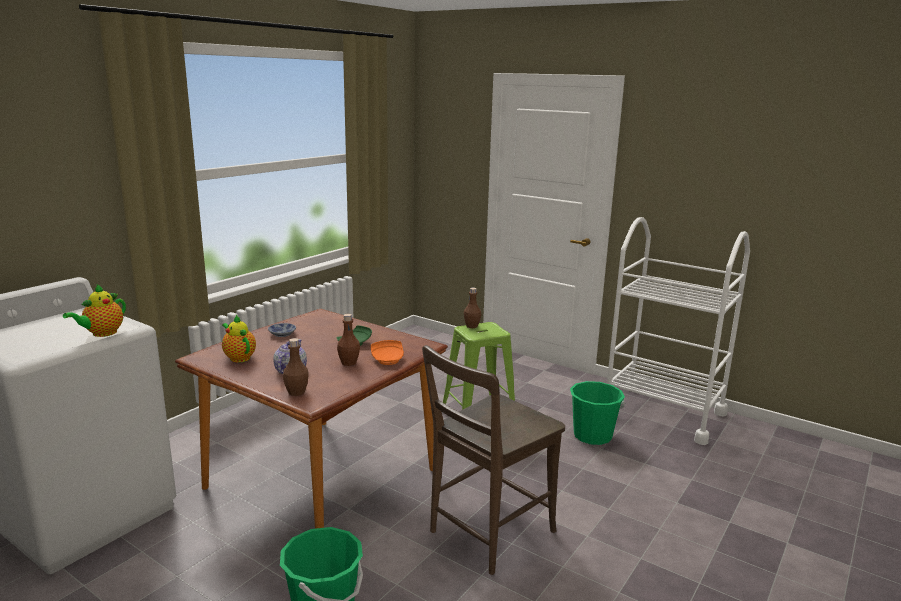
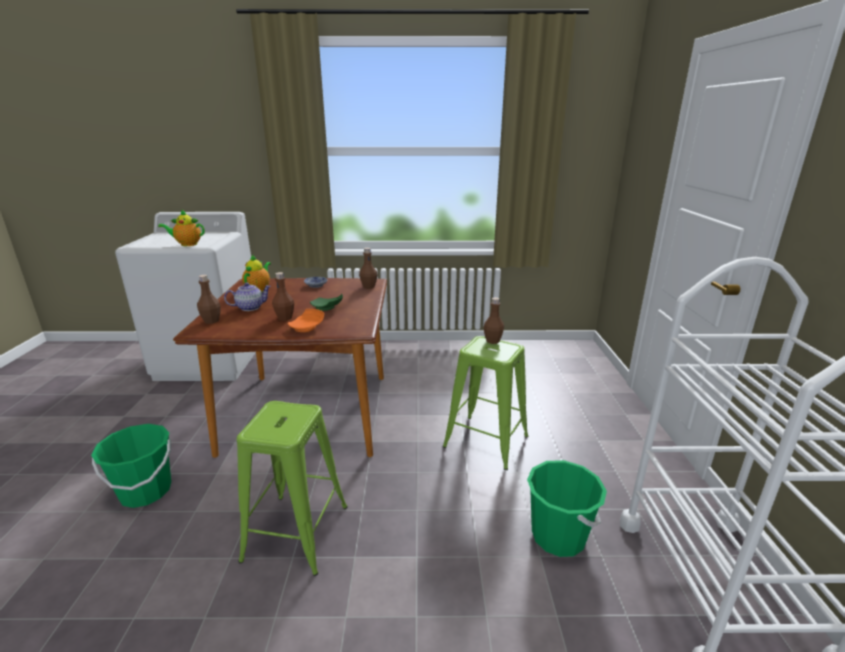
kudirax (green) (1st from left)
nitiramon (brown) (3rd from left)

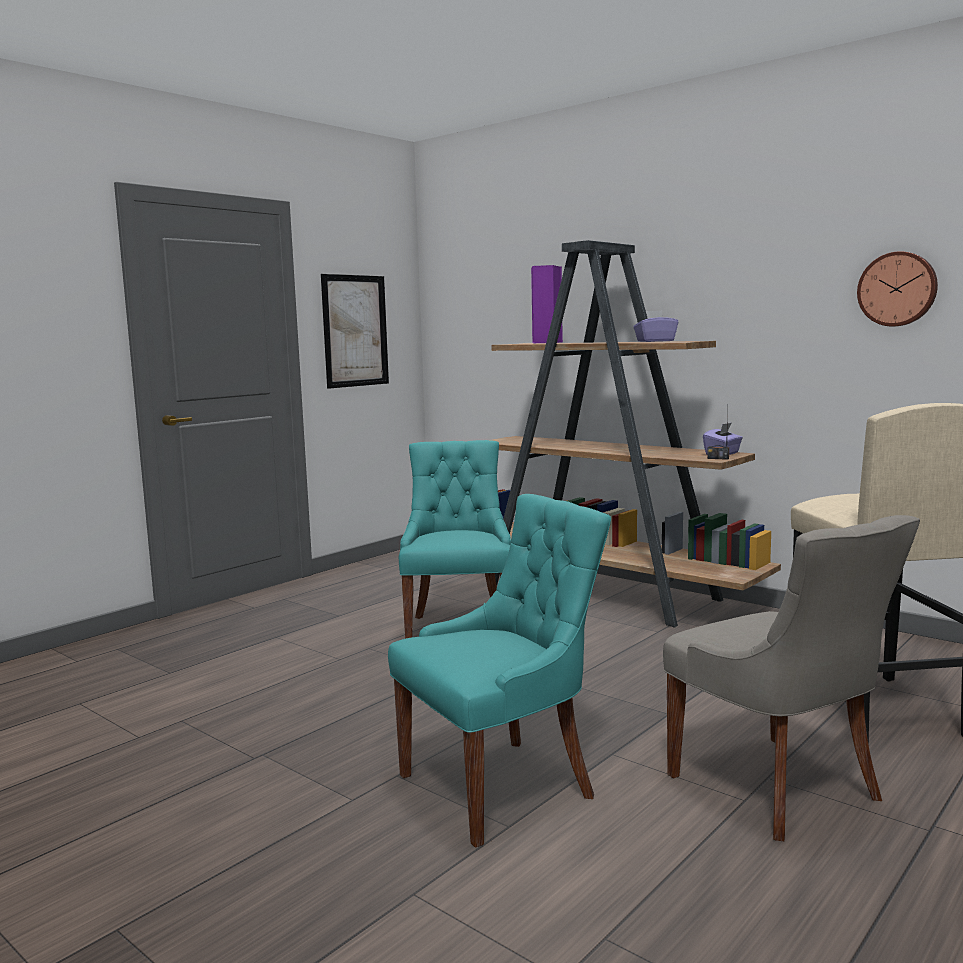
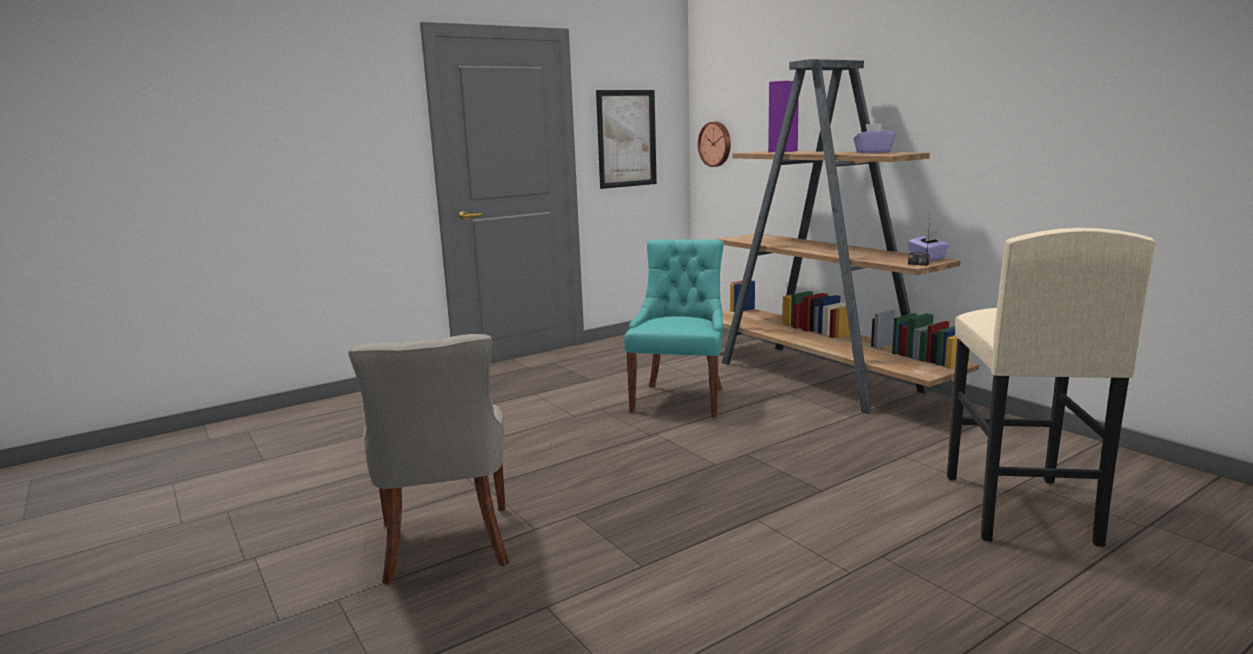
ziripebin
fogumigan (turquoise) (2nd from left in the first image)
fogumigan (grey)

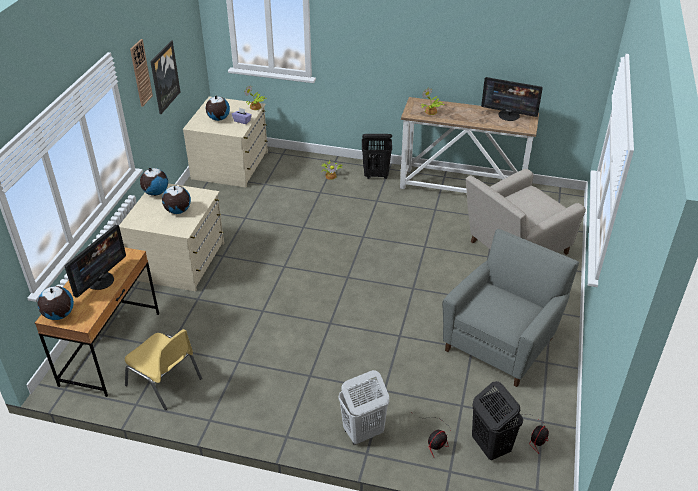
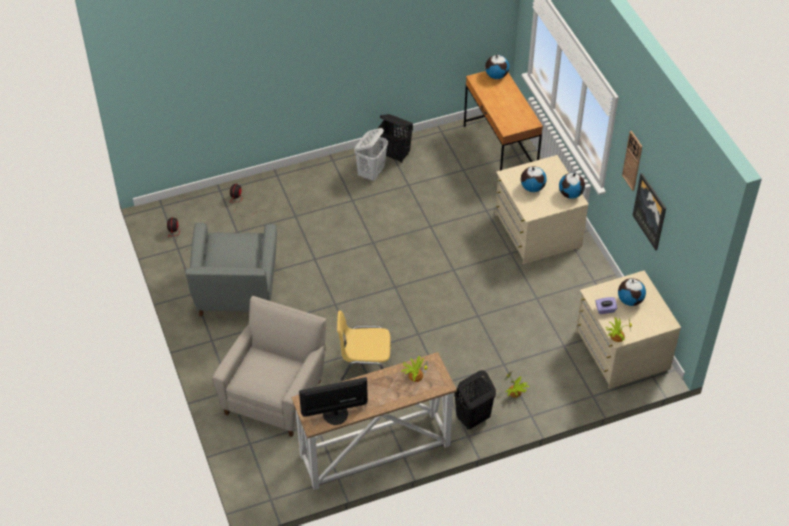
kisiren (1st from left in the first image)
fogumigan (yellow)
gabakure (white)
gabakure (black) (1st from left)

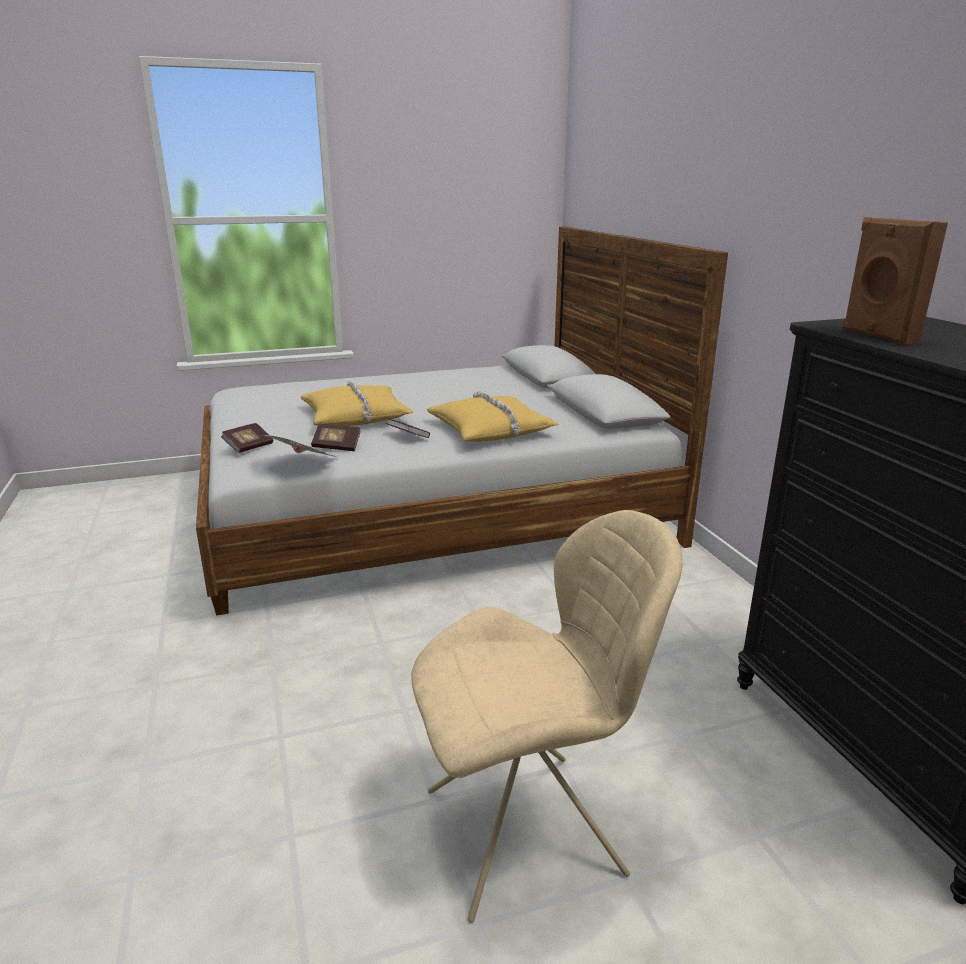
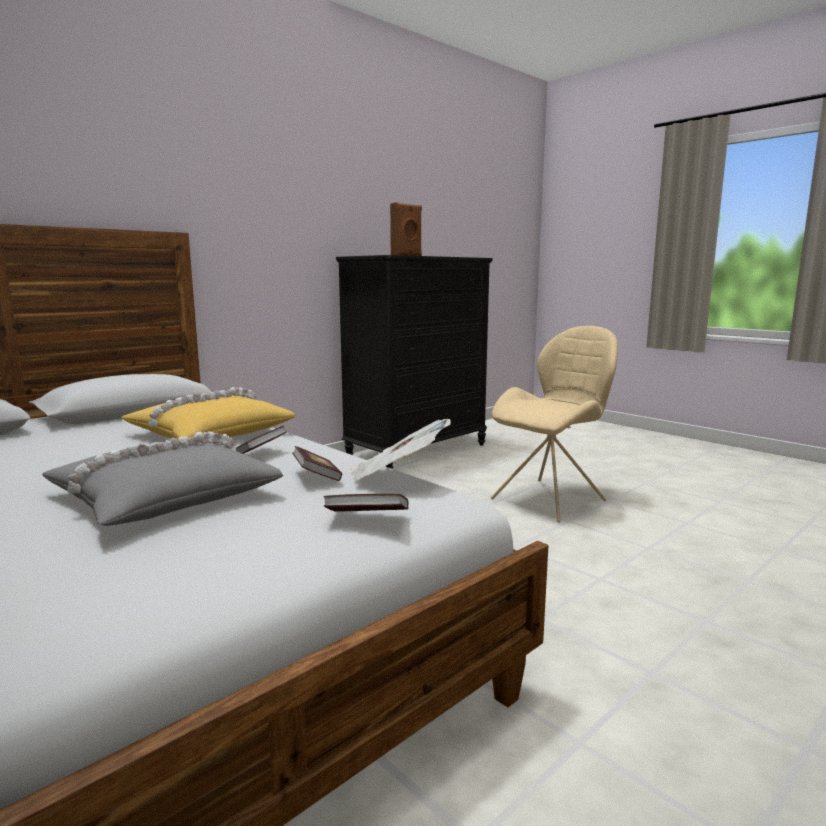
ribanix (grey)
fogumigan (beige)

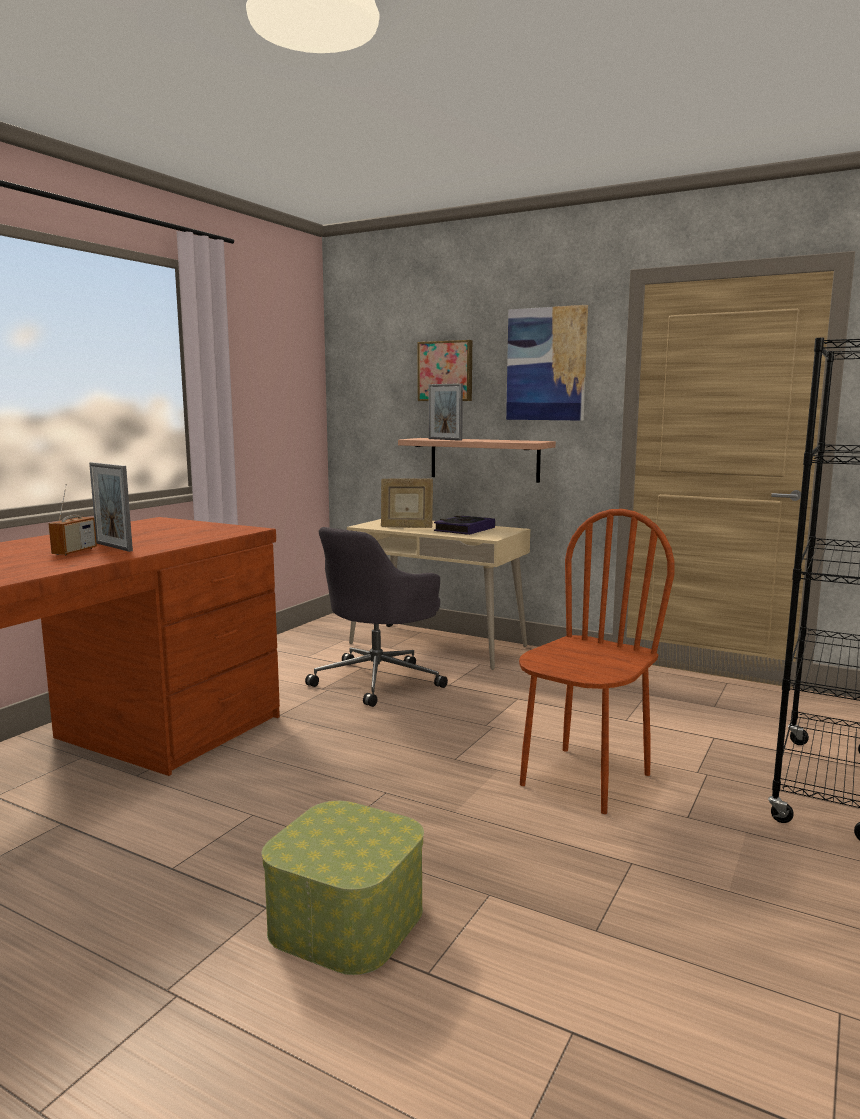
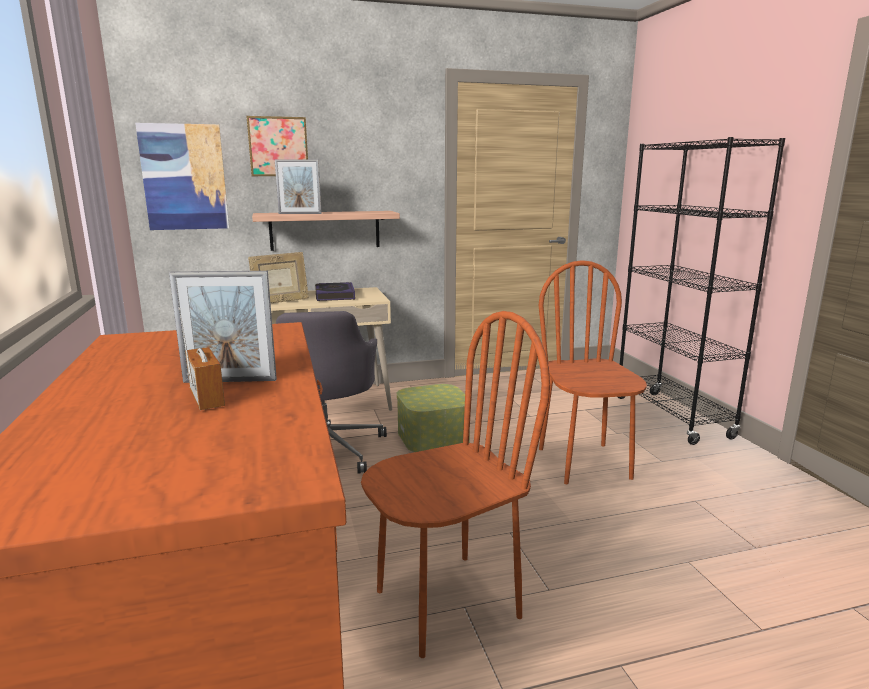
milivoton (1st from left)
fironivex
fogumigan (brown) (1st from left)

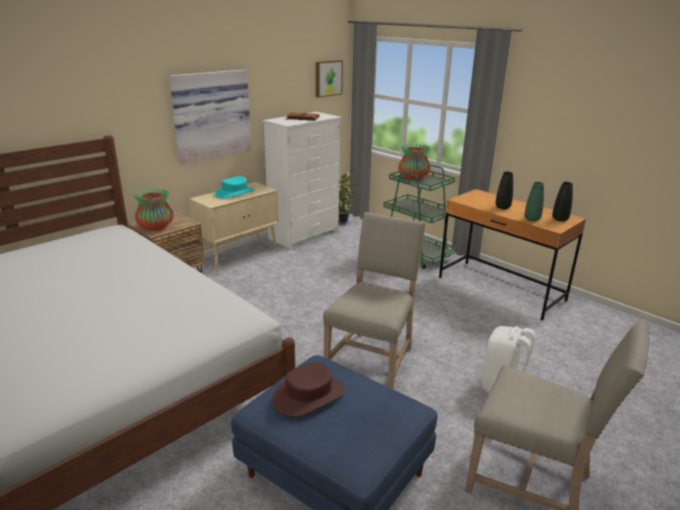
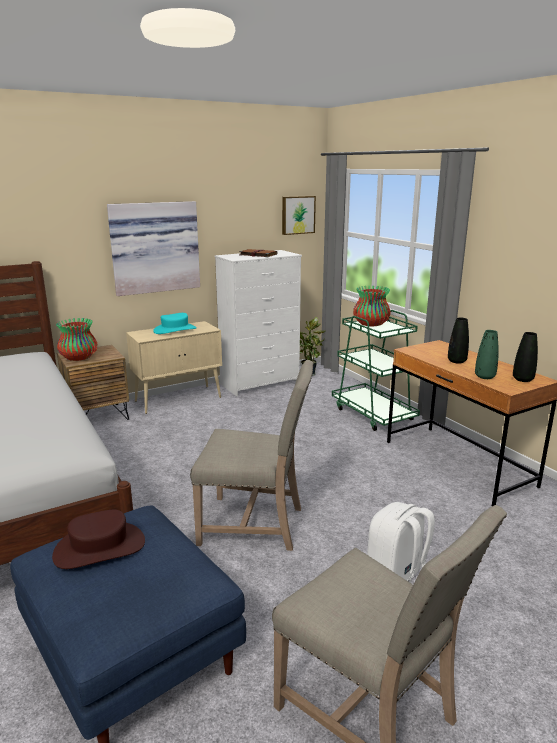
fogumigan (beige) (1st from left)

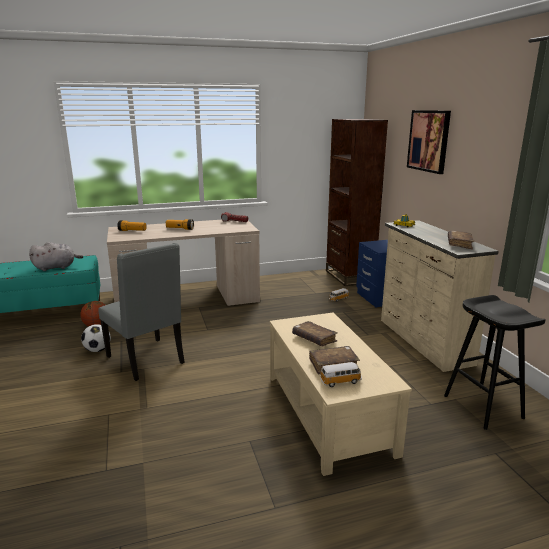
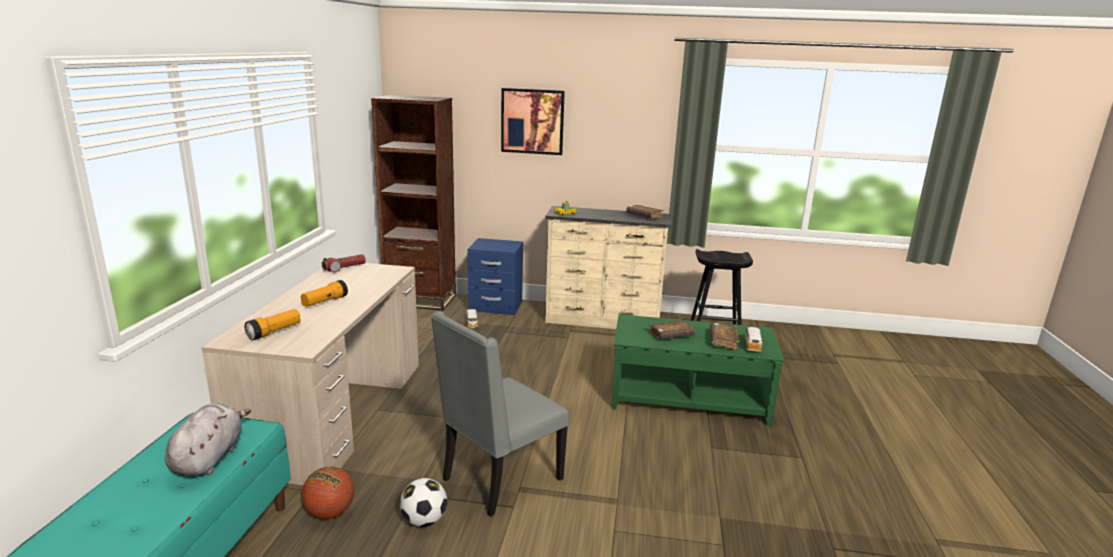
fogumigan (grey)
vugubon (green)

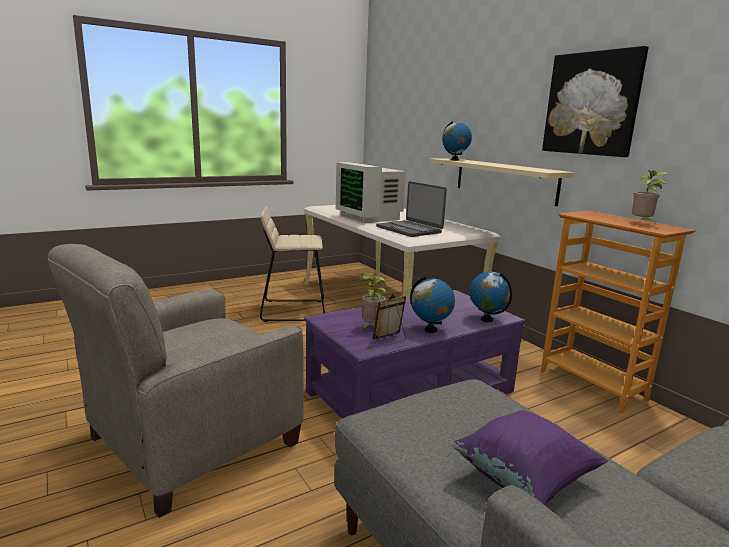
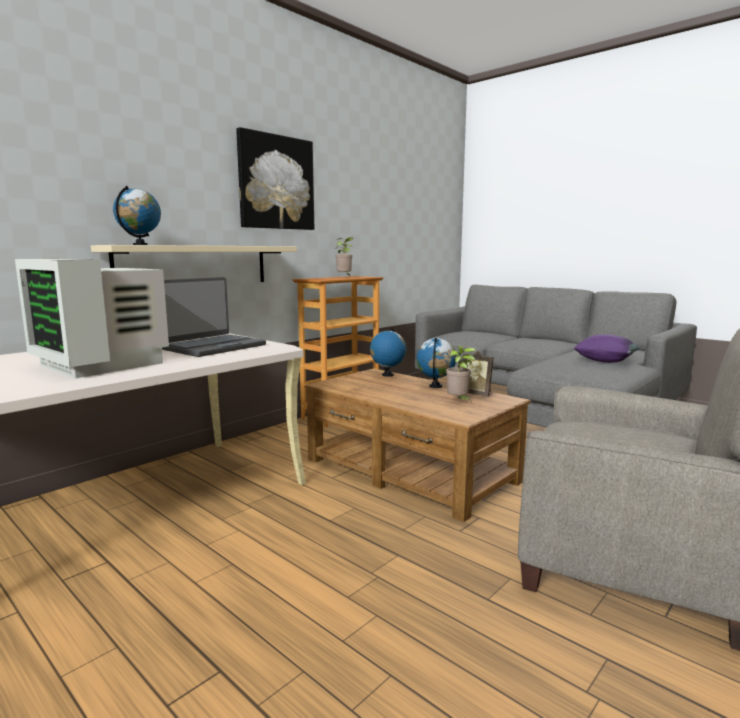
kisiren
kudirax (beige)
vugubon (brown)

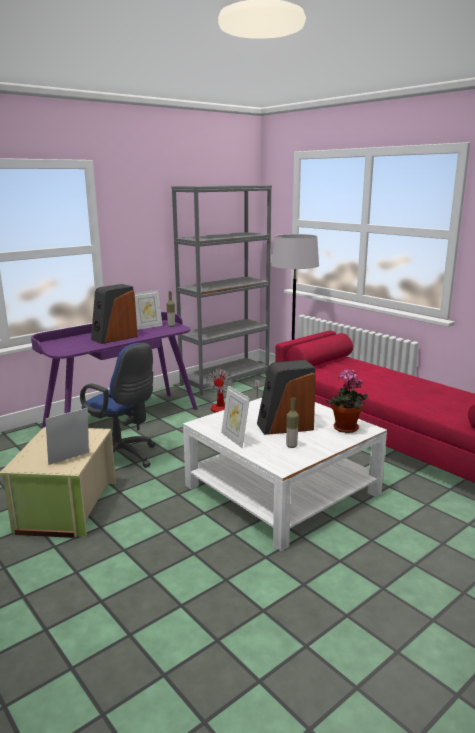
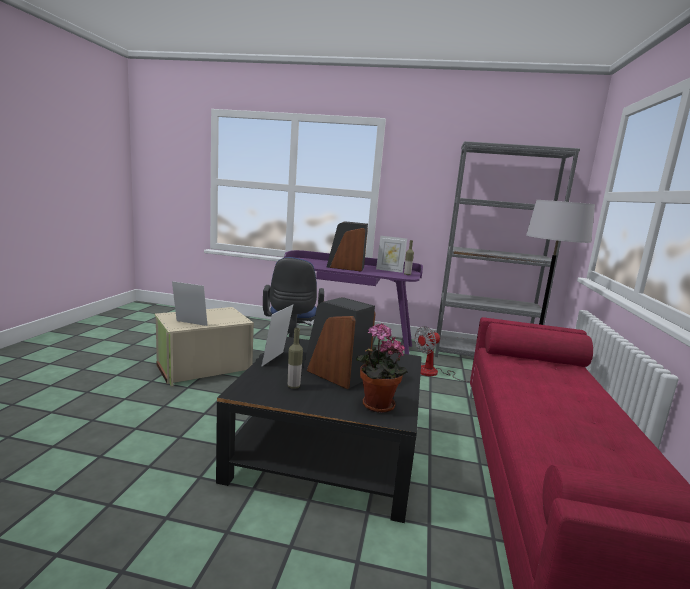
vugubon (black)

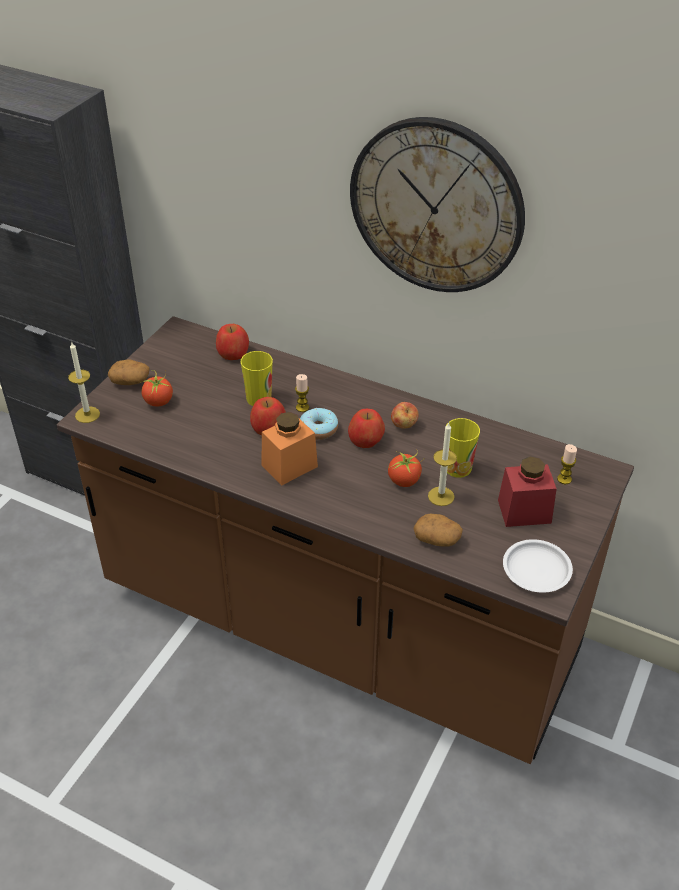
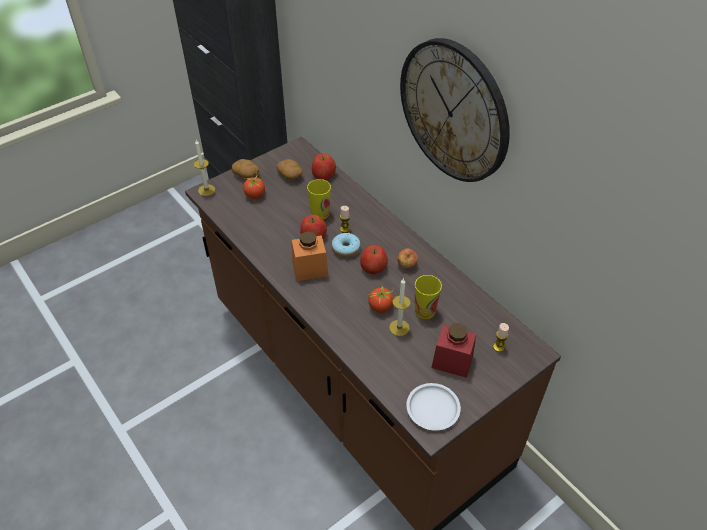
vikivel (2nd from left)

